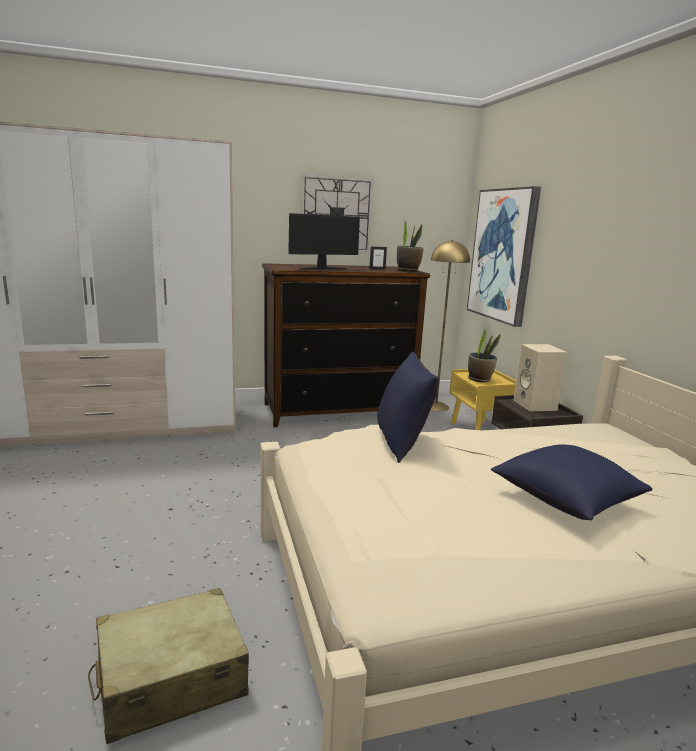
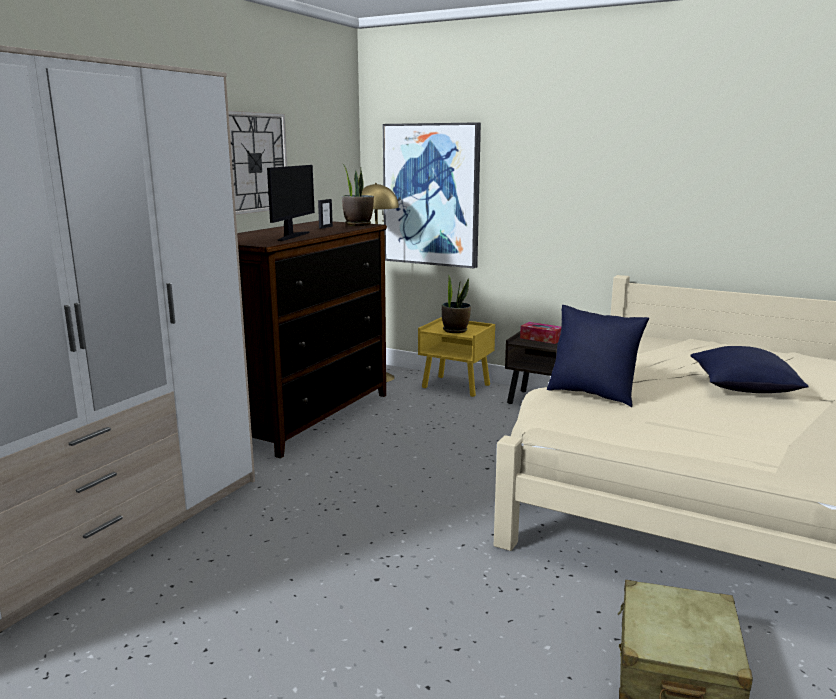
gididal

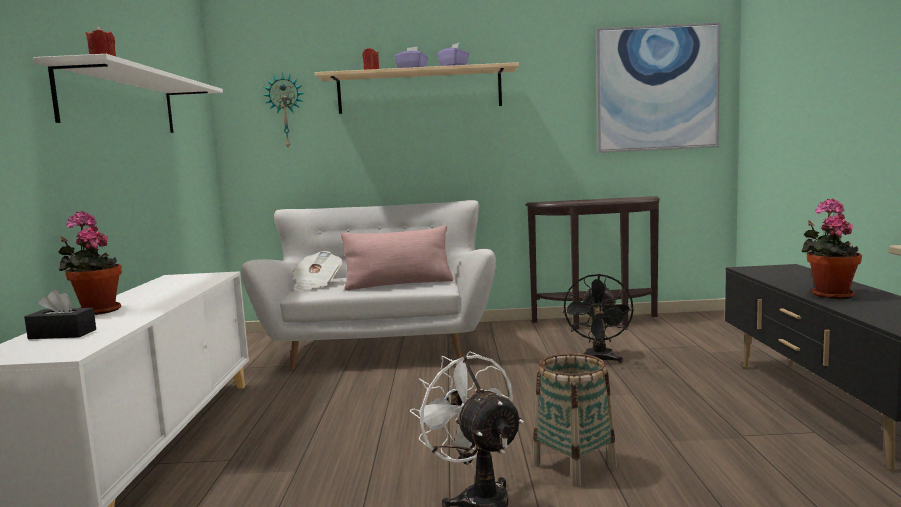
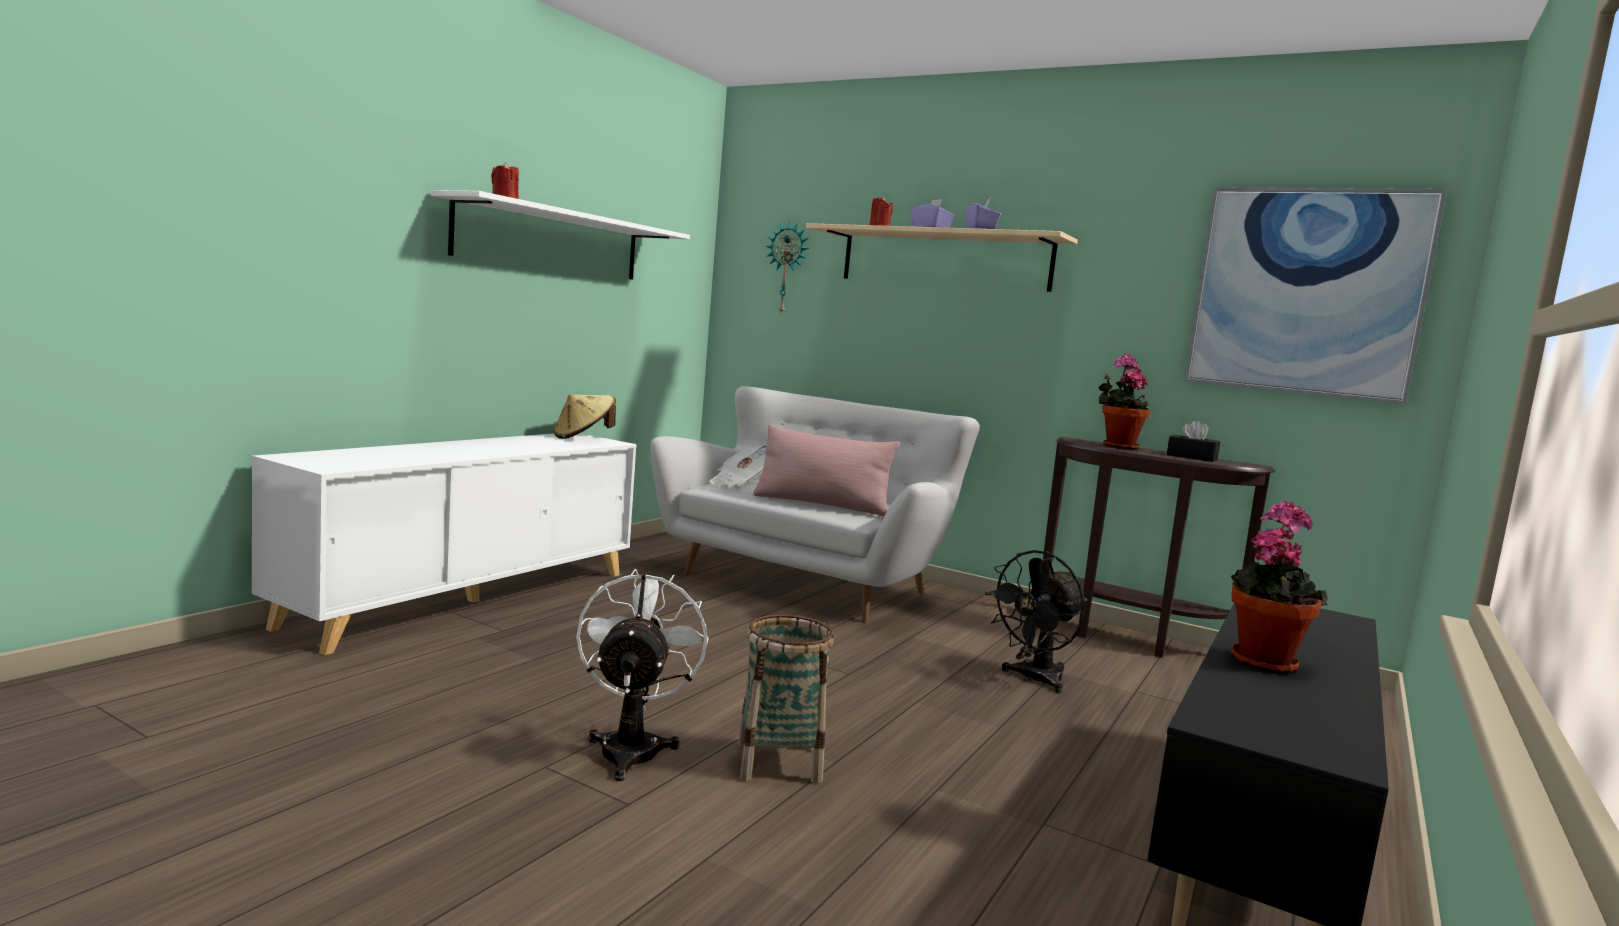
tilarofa (1st from left)
gididal (black)
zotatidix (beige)

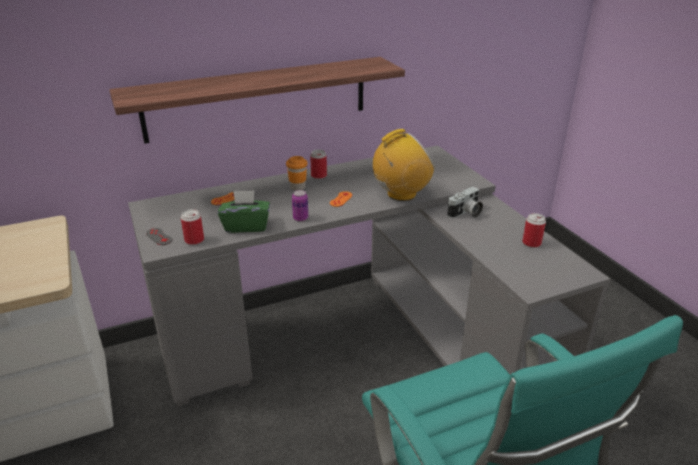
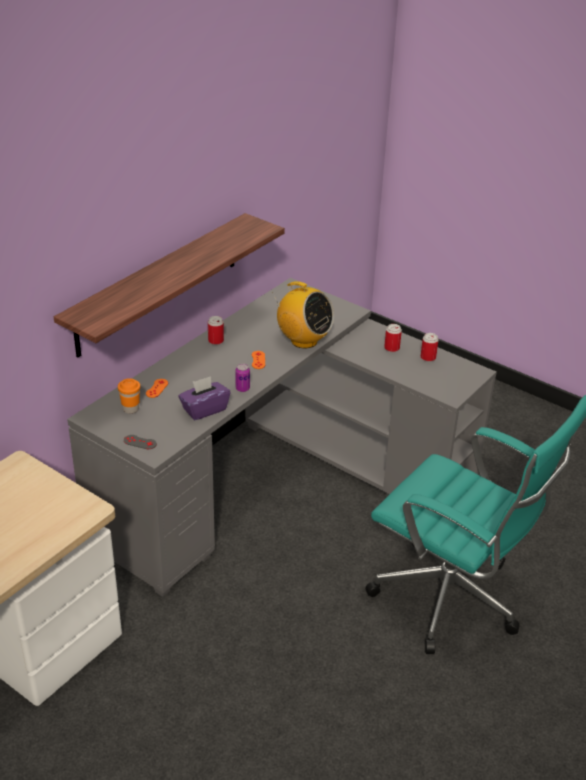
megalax
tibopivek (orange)
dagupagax
gididal (purple)
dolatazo (3rd from left)

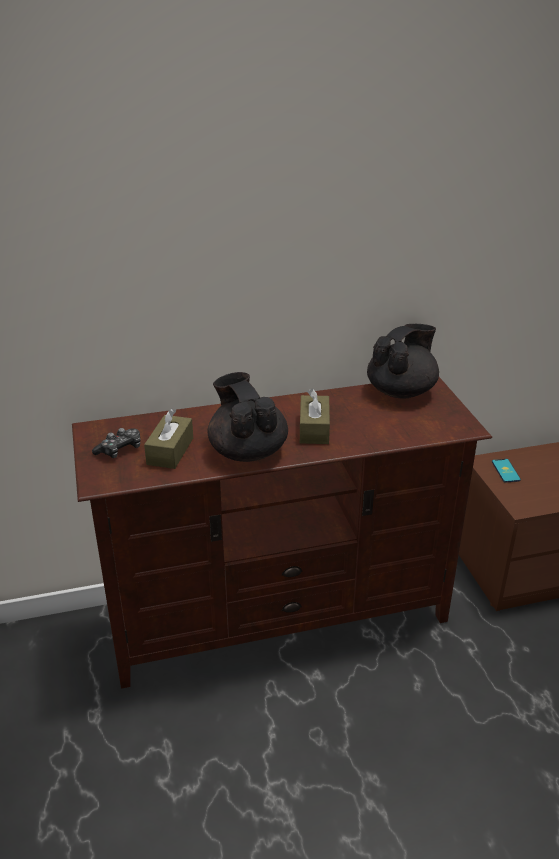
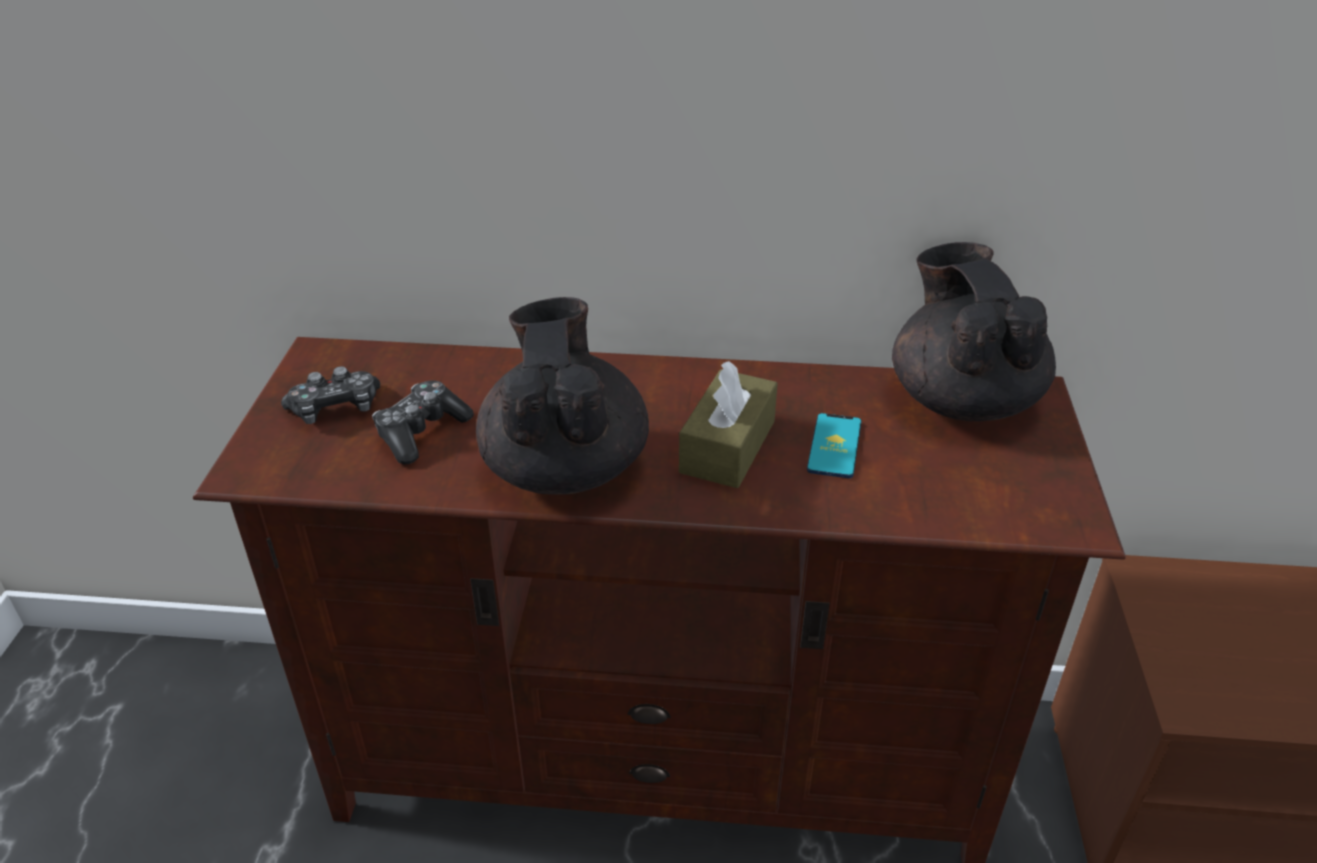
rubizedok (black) (2nd from left)
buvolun (2nd from left)
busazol

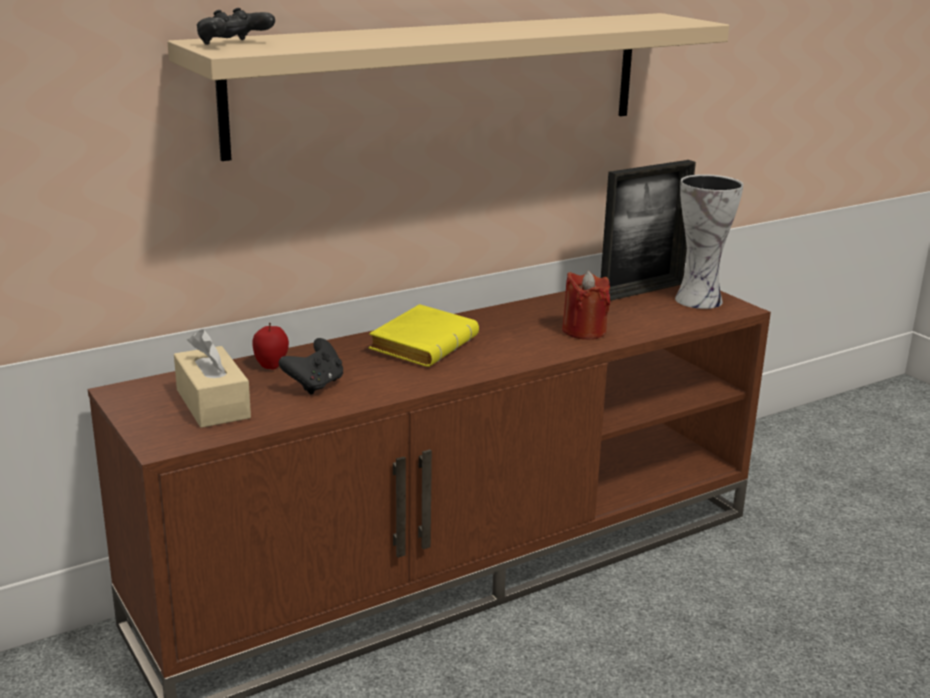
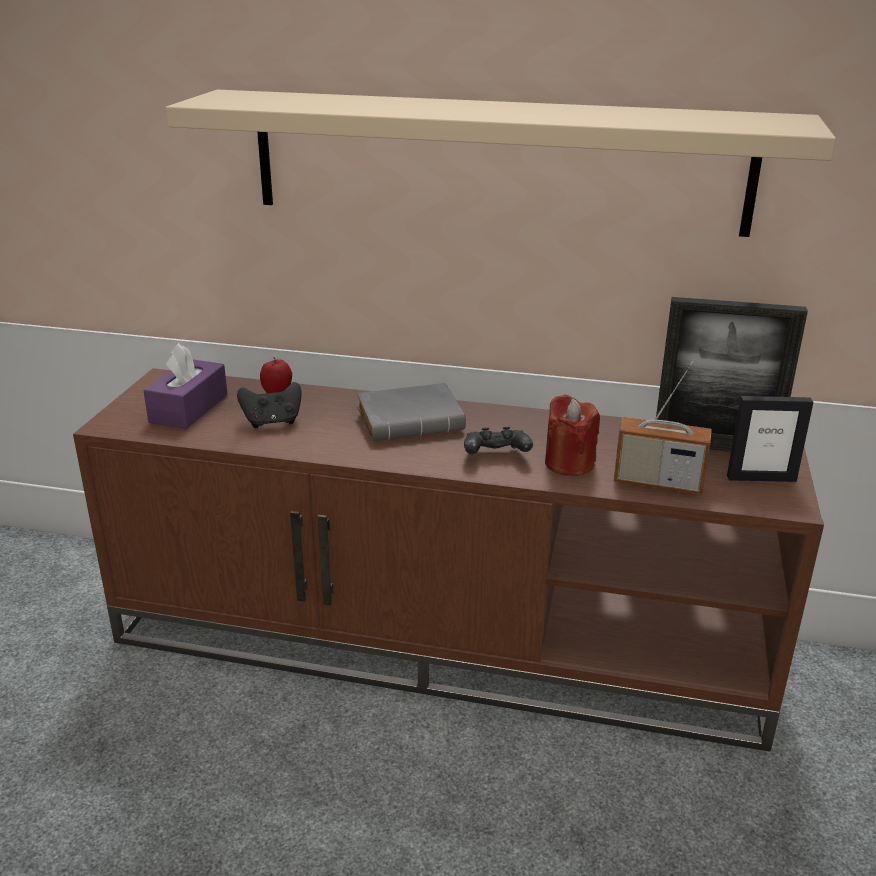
buvolun (black) (2nd from left)
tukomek (2nd from left)
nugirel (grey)
gididal (purple)
megalax

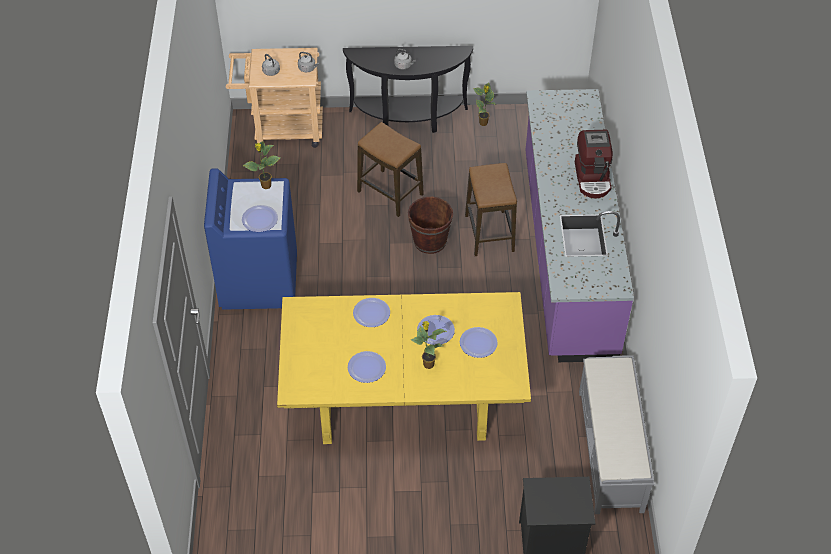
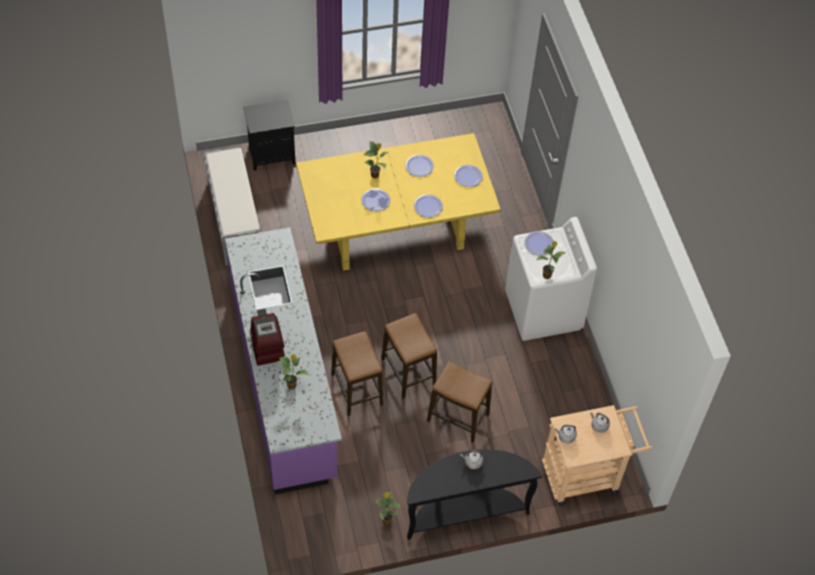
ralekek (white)
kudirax (2nd from left)
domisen (4th from left)
tilarofa (1st from left)

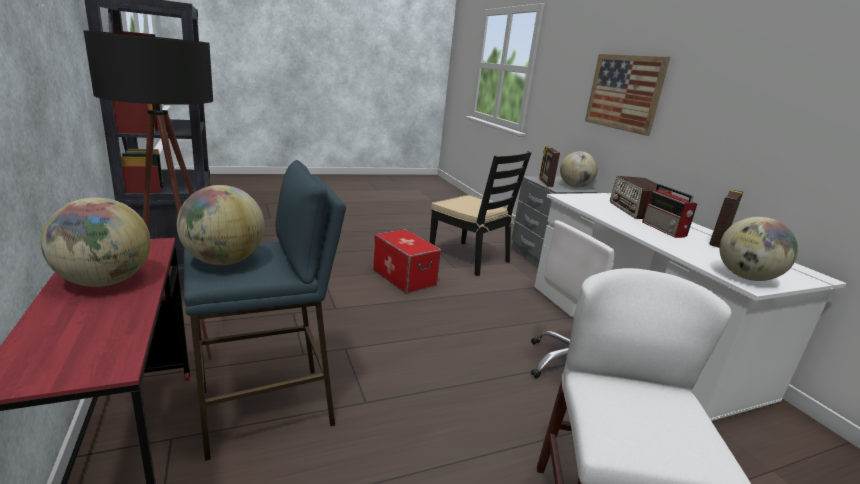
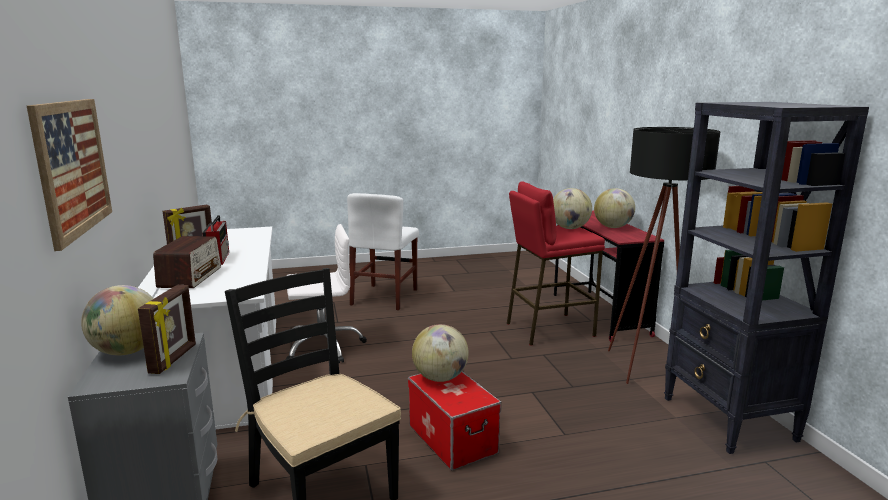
kudirax (red)
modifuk (2nd from left)

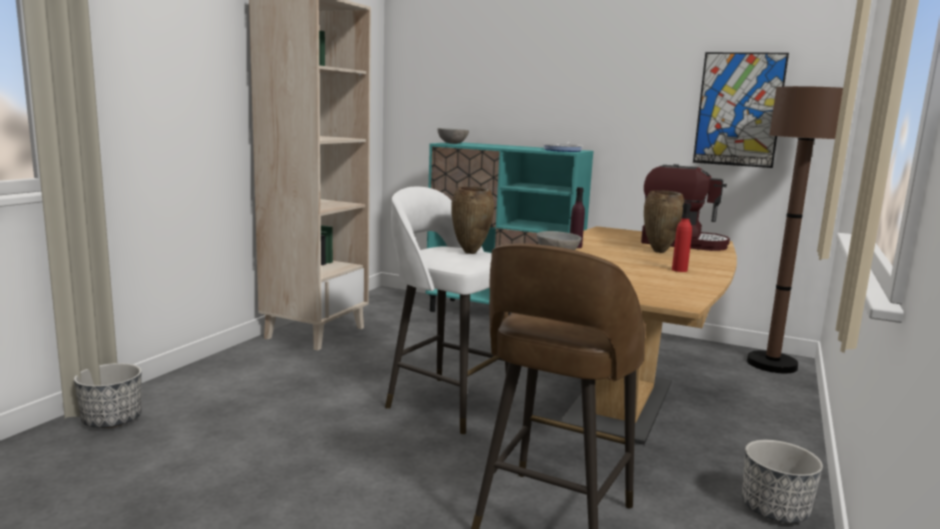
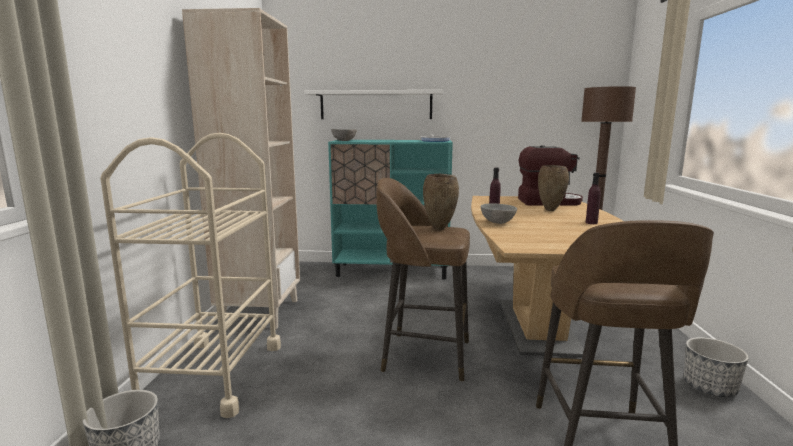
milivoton
kudirax (brown) (1st from left)
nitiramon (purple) (2nd from left)
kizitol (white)
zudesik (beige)

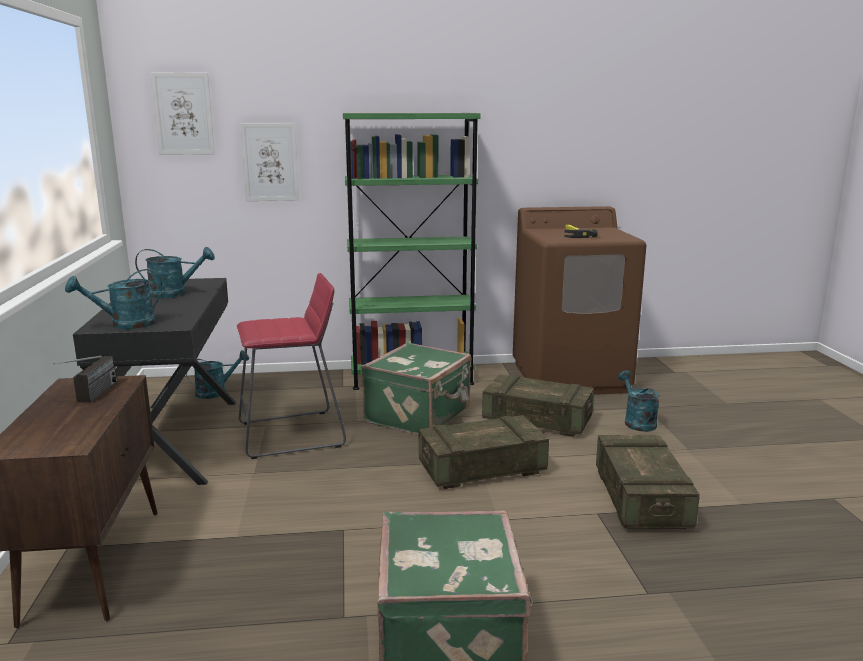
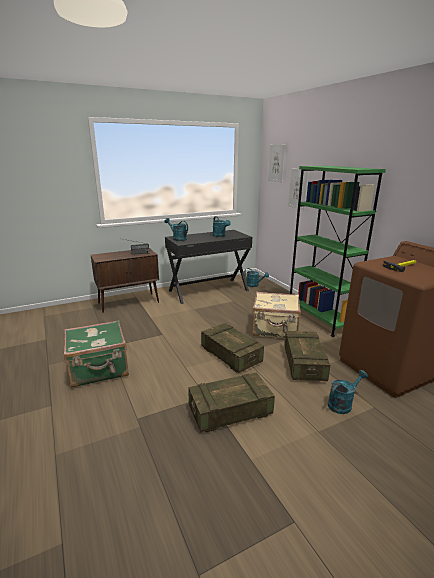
kudirax (red)
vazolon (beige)

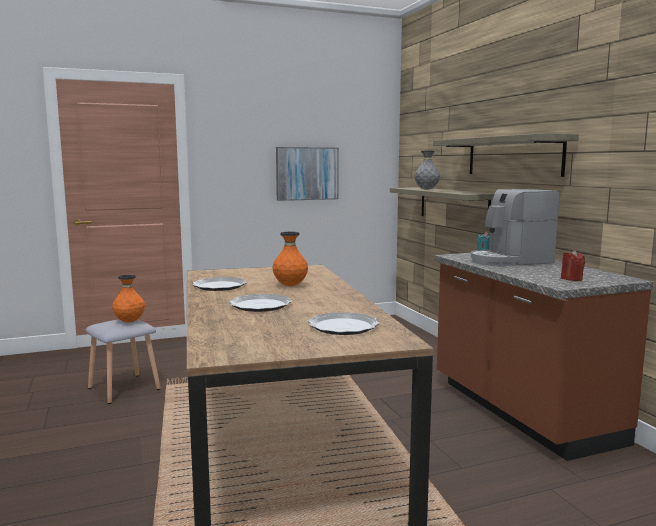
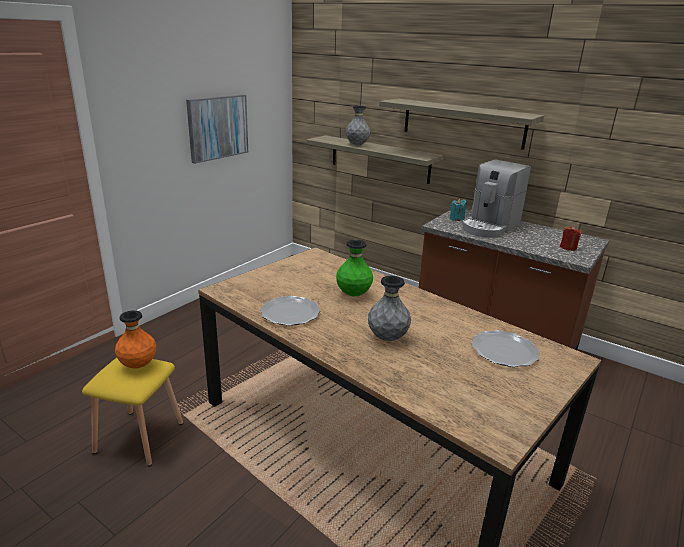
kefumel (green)
kefumel (grey) (2nd from left)
kudirax (yellow)

